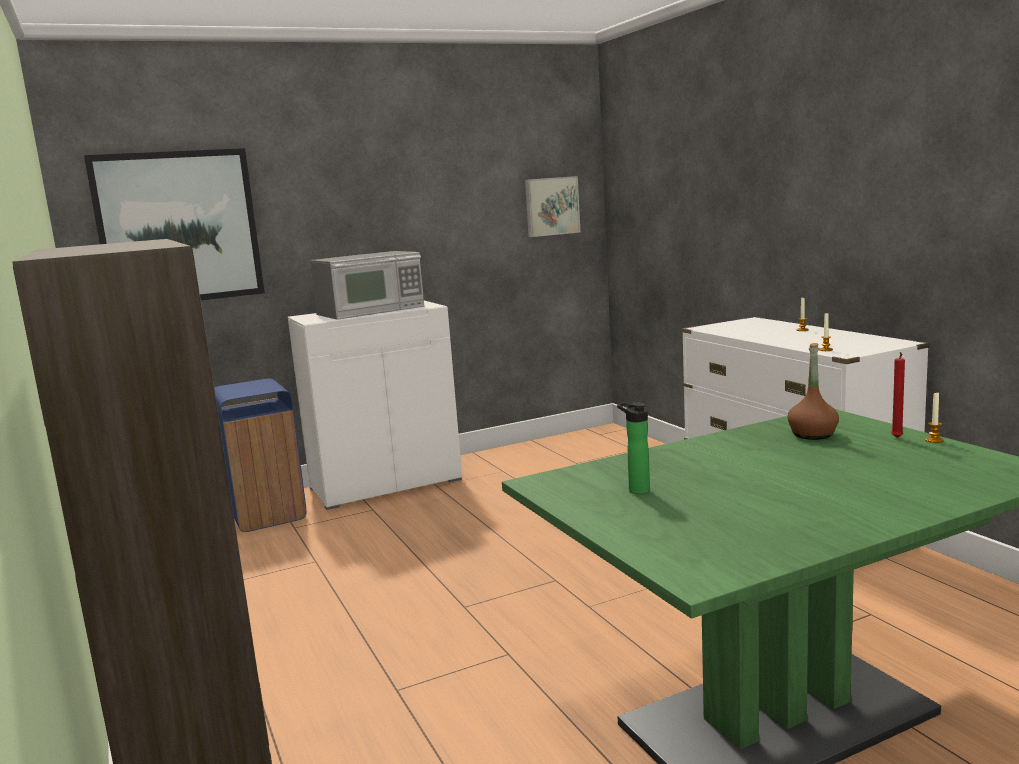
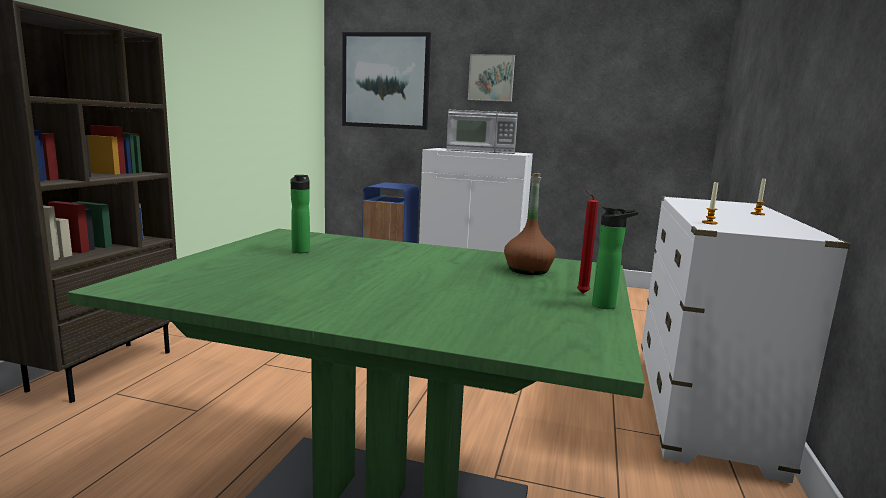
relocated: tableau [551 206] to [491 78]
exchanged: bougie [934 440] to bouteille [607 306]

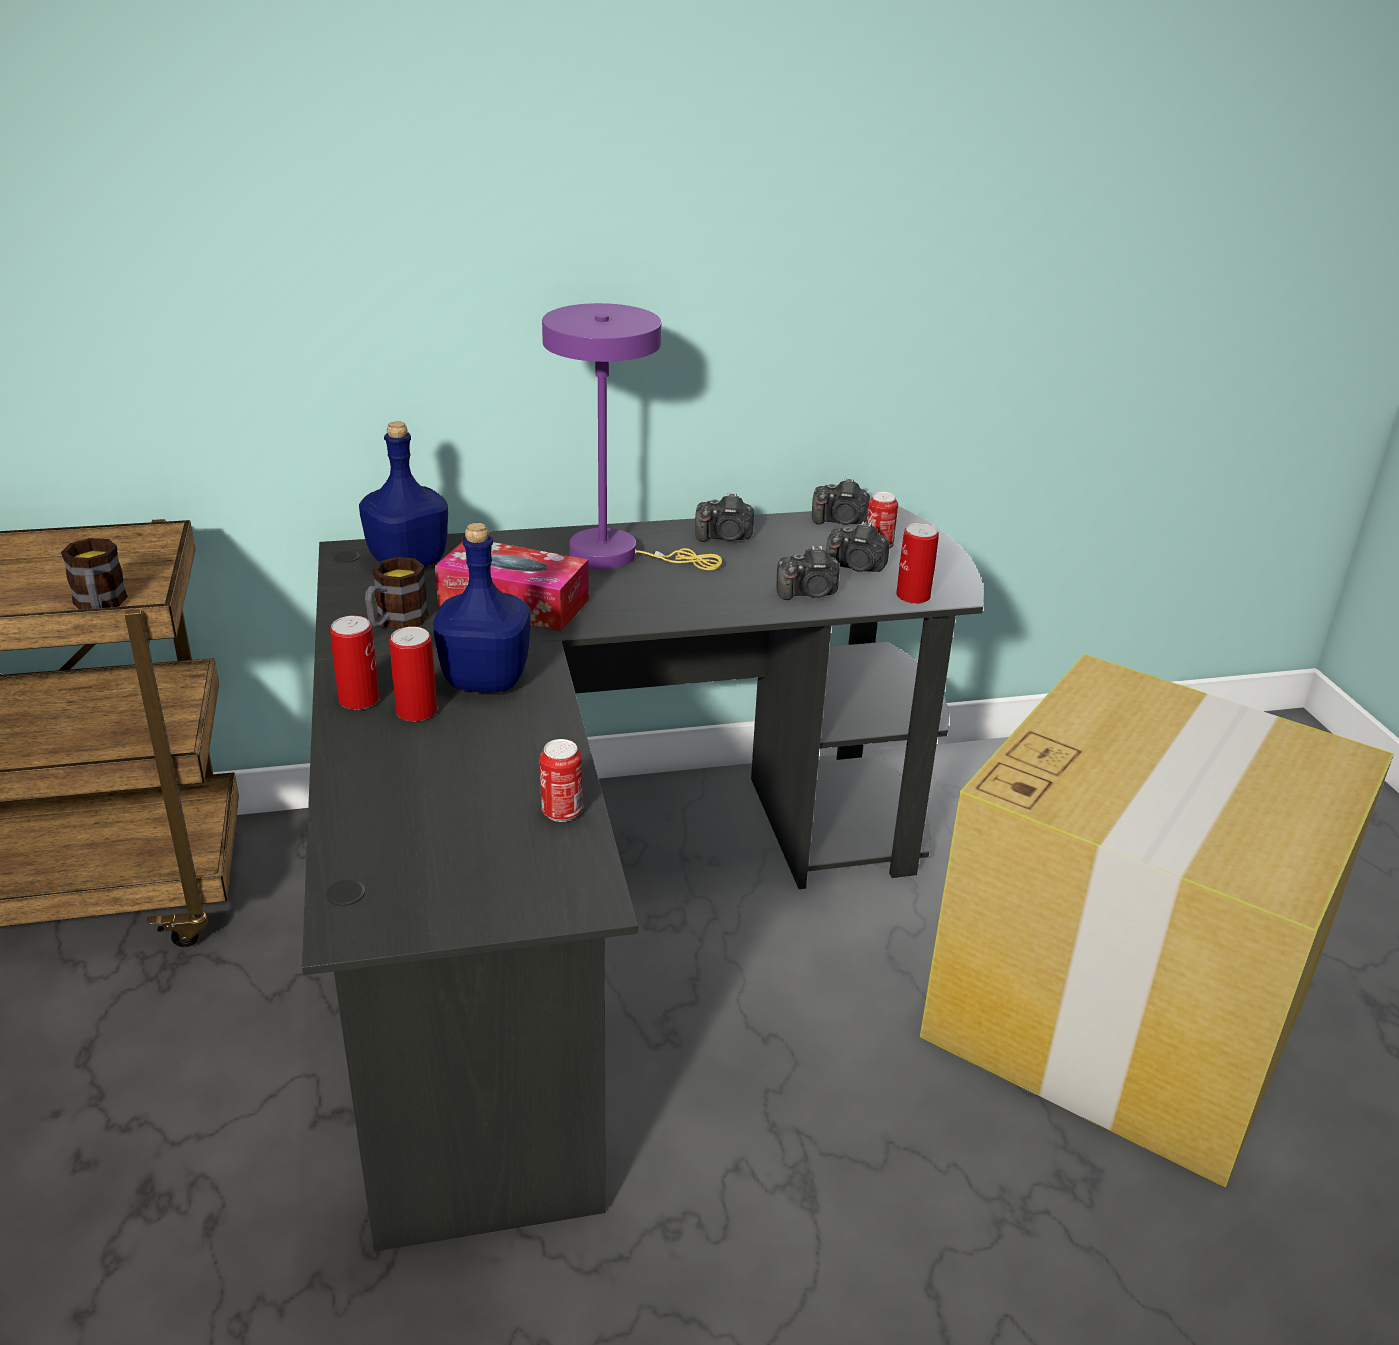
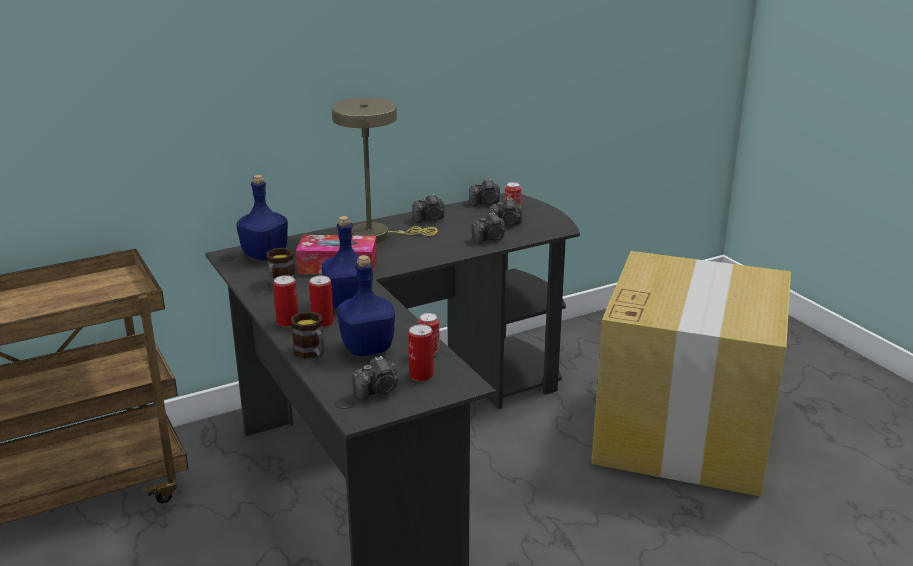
appeared: bouteille/bleu [366 348]; appareil photo [378 391]
relocated: boîte métallique [913 596] to [421 375]; mug [100 605] to [312 353]
colour: lampe de table/violet [616 555] to lampe de table/beige [377 235]

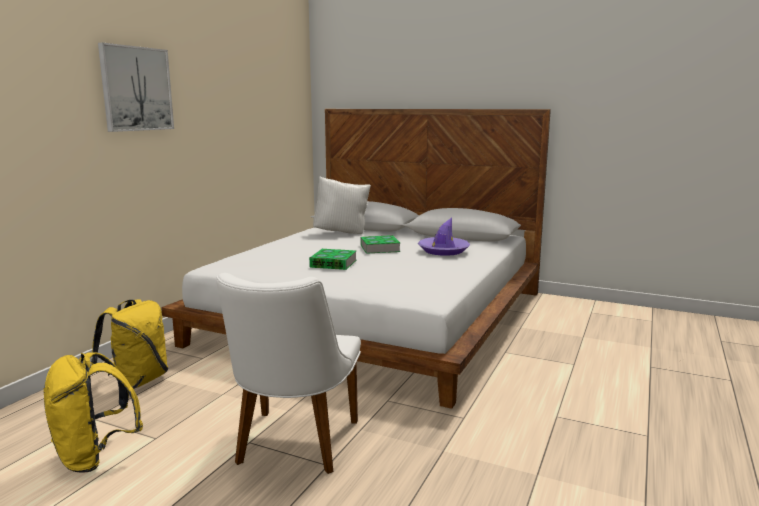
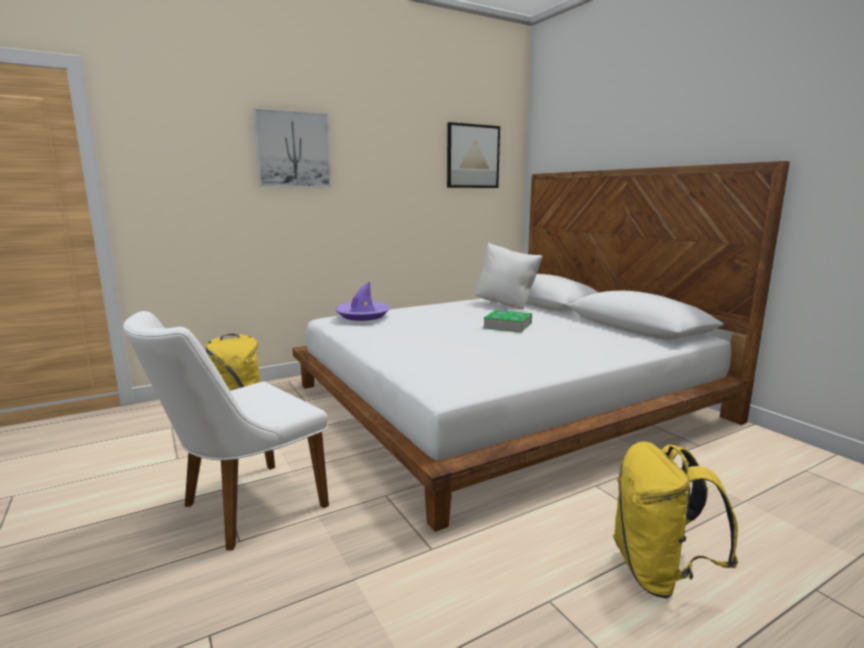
missing: livre [333 263]
appeared: tableau [473 156]
relocated: chapeau/violet [443 251] to [363 316]; sac à dos/jaune [95 456] to [659 573]

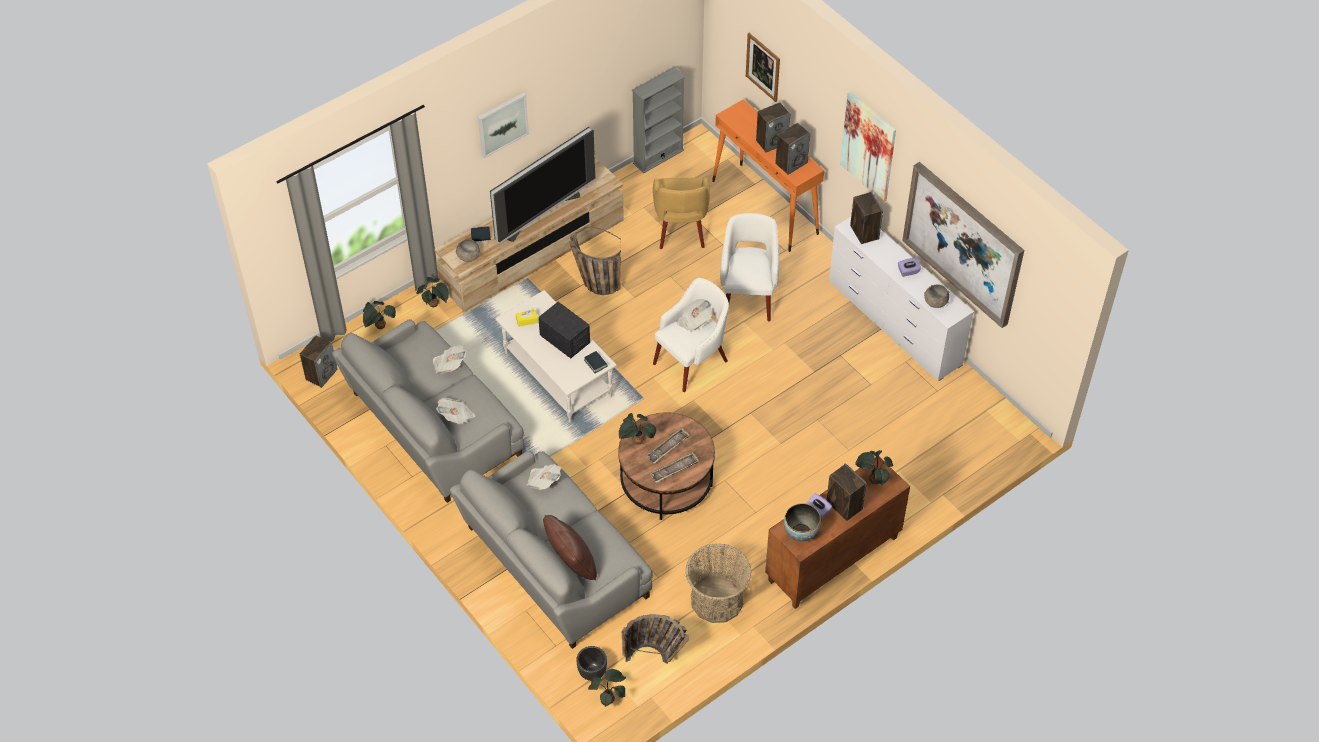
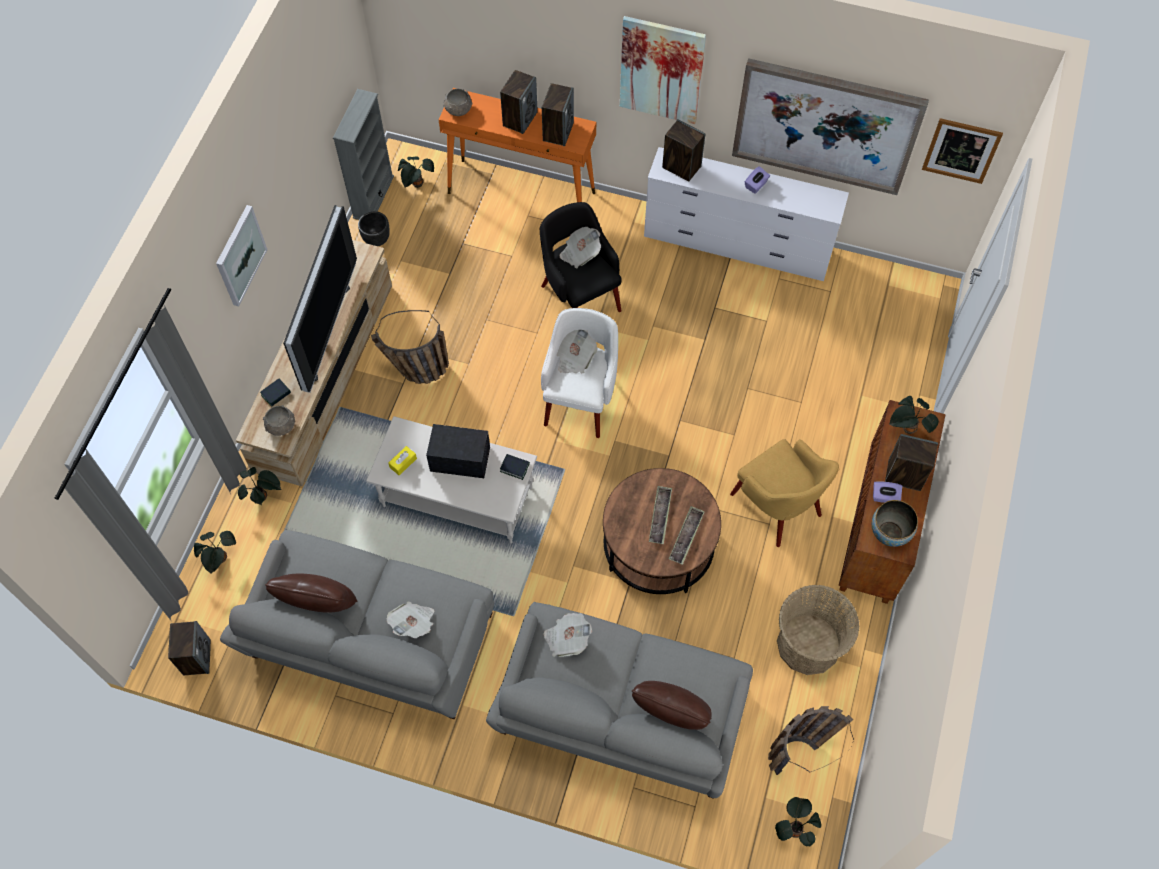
appeared: coussin/marron [318 606]
relocated: tableau [763 67] to [961 150]; fauteuil/jaune [680 229] to [777 507]; bol/gris [935 302] to [458 110]; journal [449 365] to [580 253]; plante en pot [637 441] to [417 185]; cache-pot/noir [592 672] to [376 240]
colour: fauteuil/blanc [748 295] to fauteuil/noir [579 296]

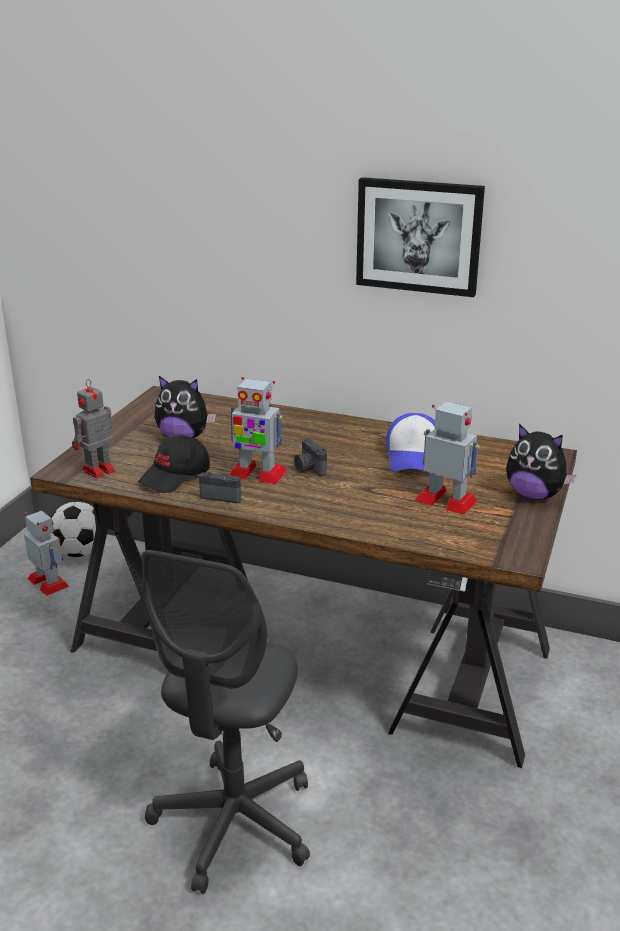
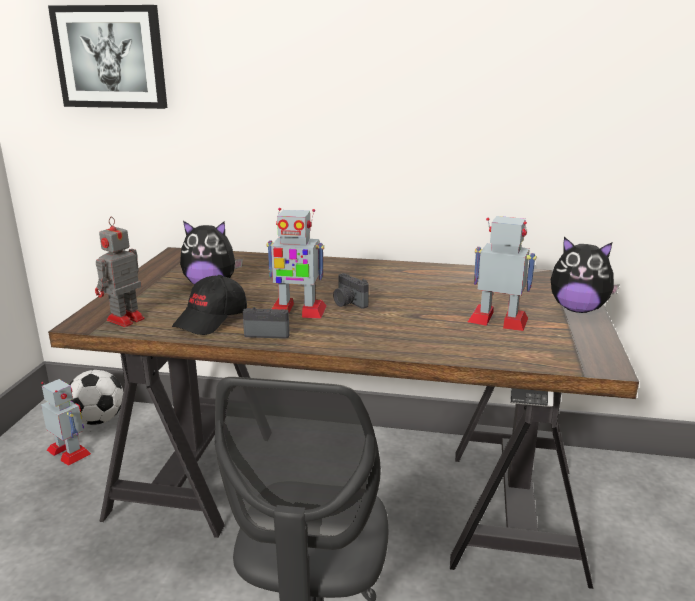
missing: casquette [414 456]
relocated: tableau [419 236] to [111 57]

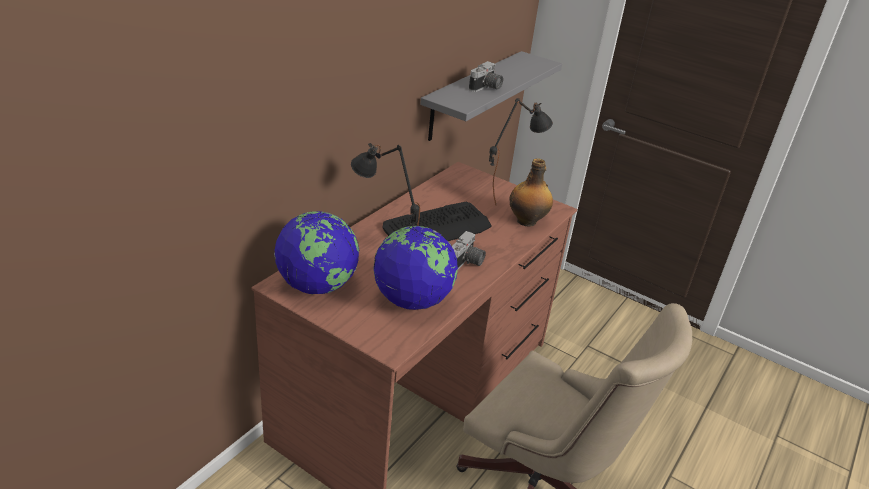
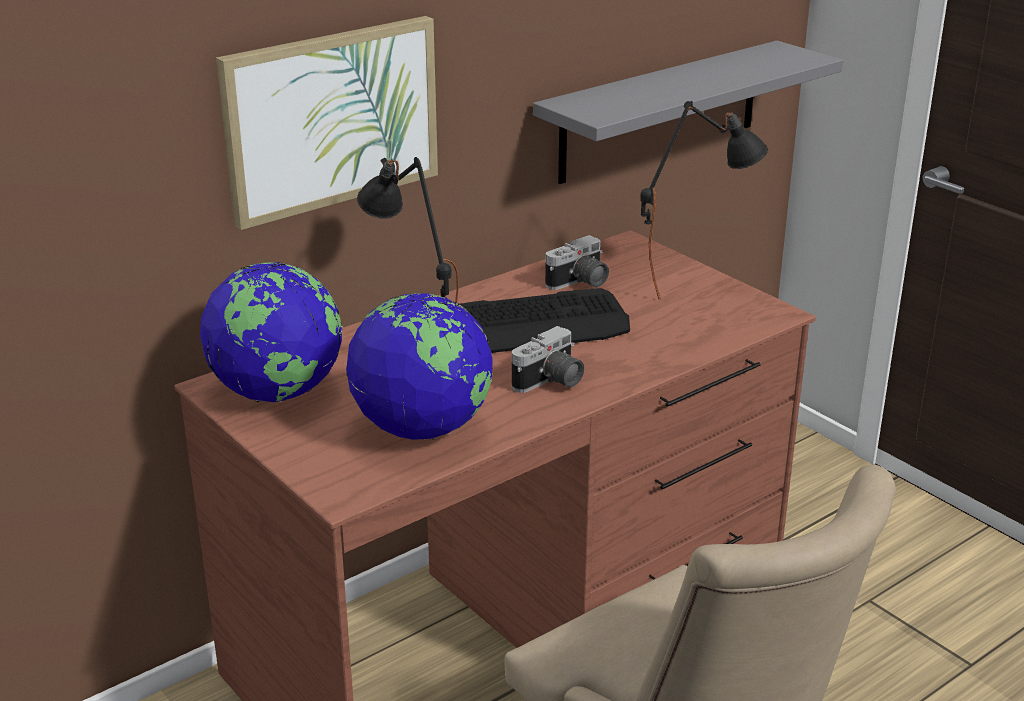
missing: bouteille [527 221]
appeared: tableau [331 118]
relocated: appareil photo [486 88] to [580 283]

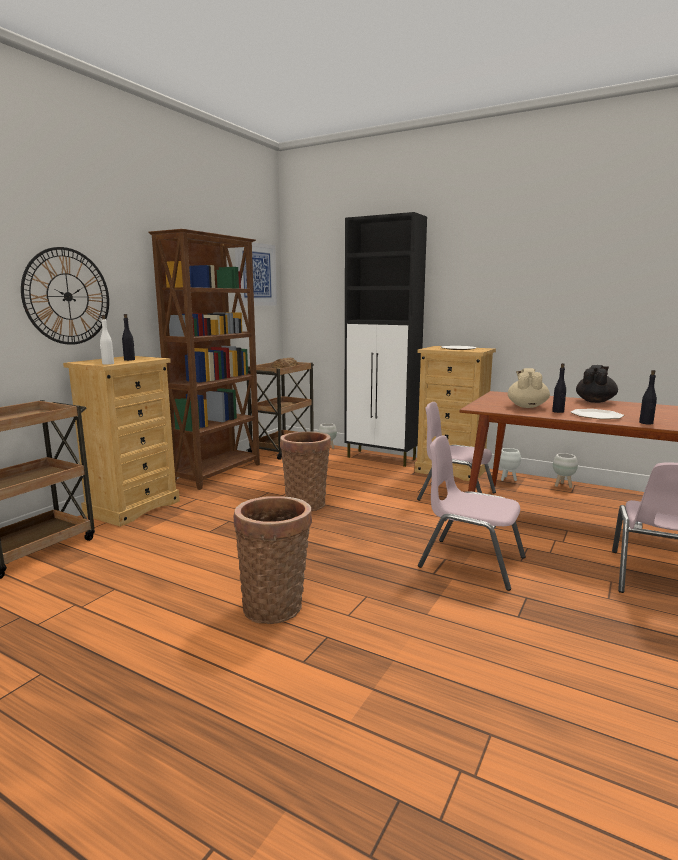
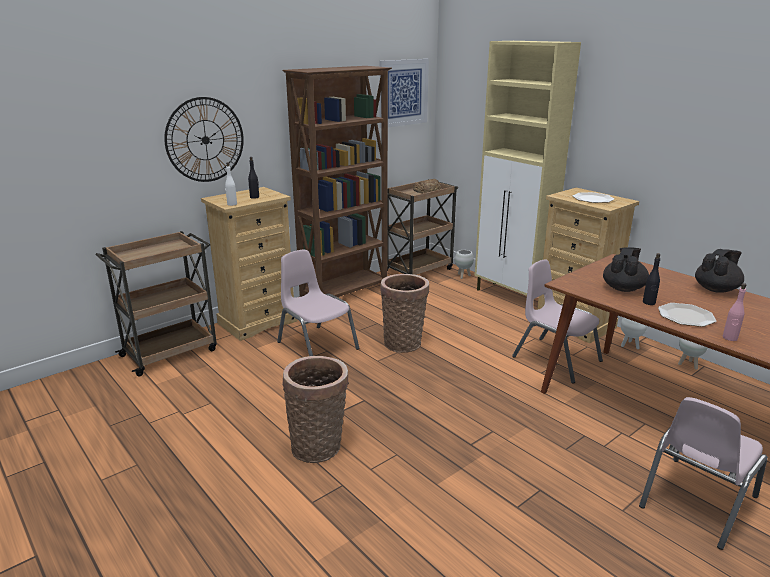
relocated: chaise/rose [471 562] to [317 345]
colour: meuble de rangement/noir [382 458] to meuble de rangement/beige [511 296]; théière/beige [527 406] to théière/noir [623 288]; bouteille/noir [646 423] to bouteille/rose [730 338]

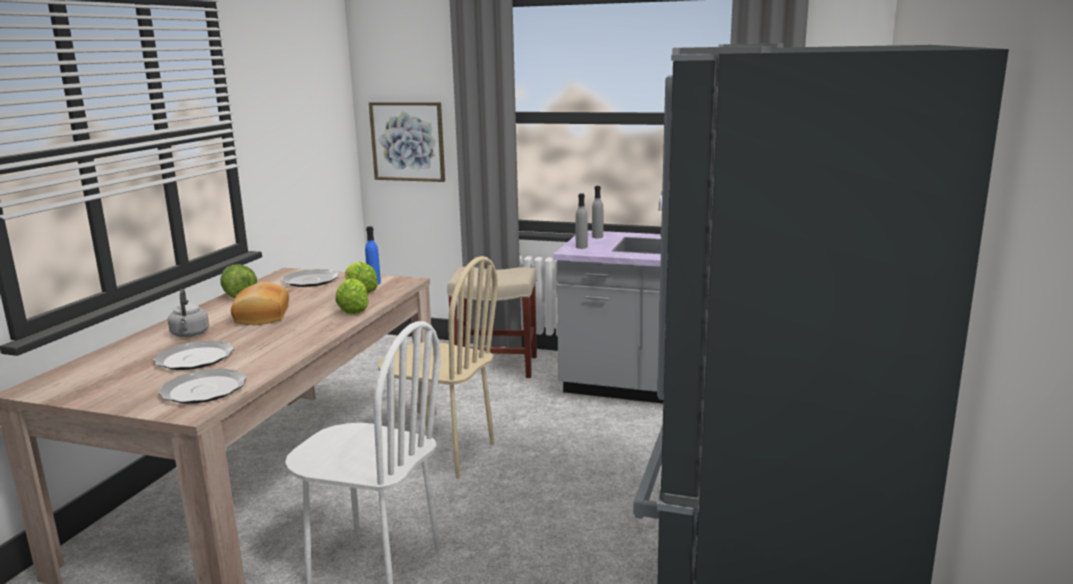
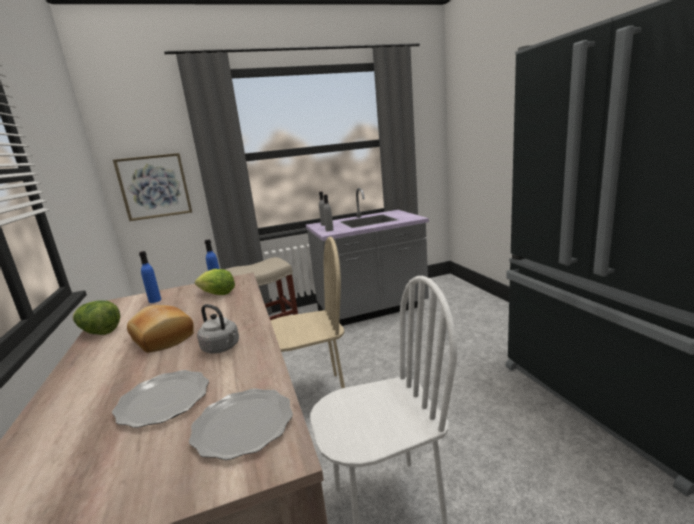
missing: laitue [354 310]
relocated: bouilloire/gris [190 334] to [222 348]
exchanged: assiette [311 280] to bouteille/bleu [155 300]

